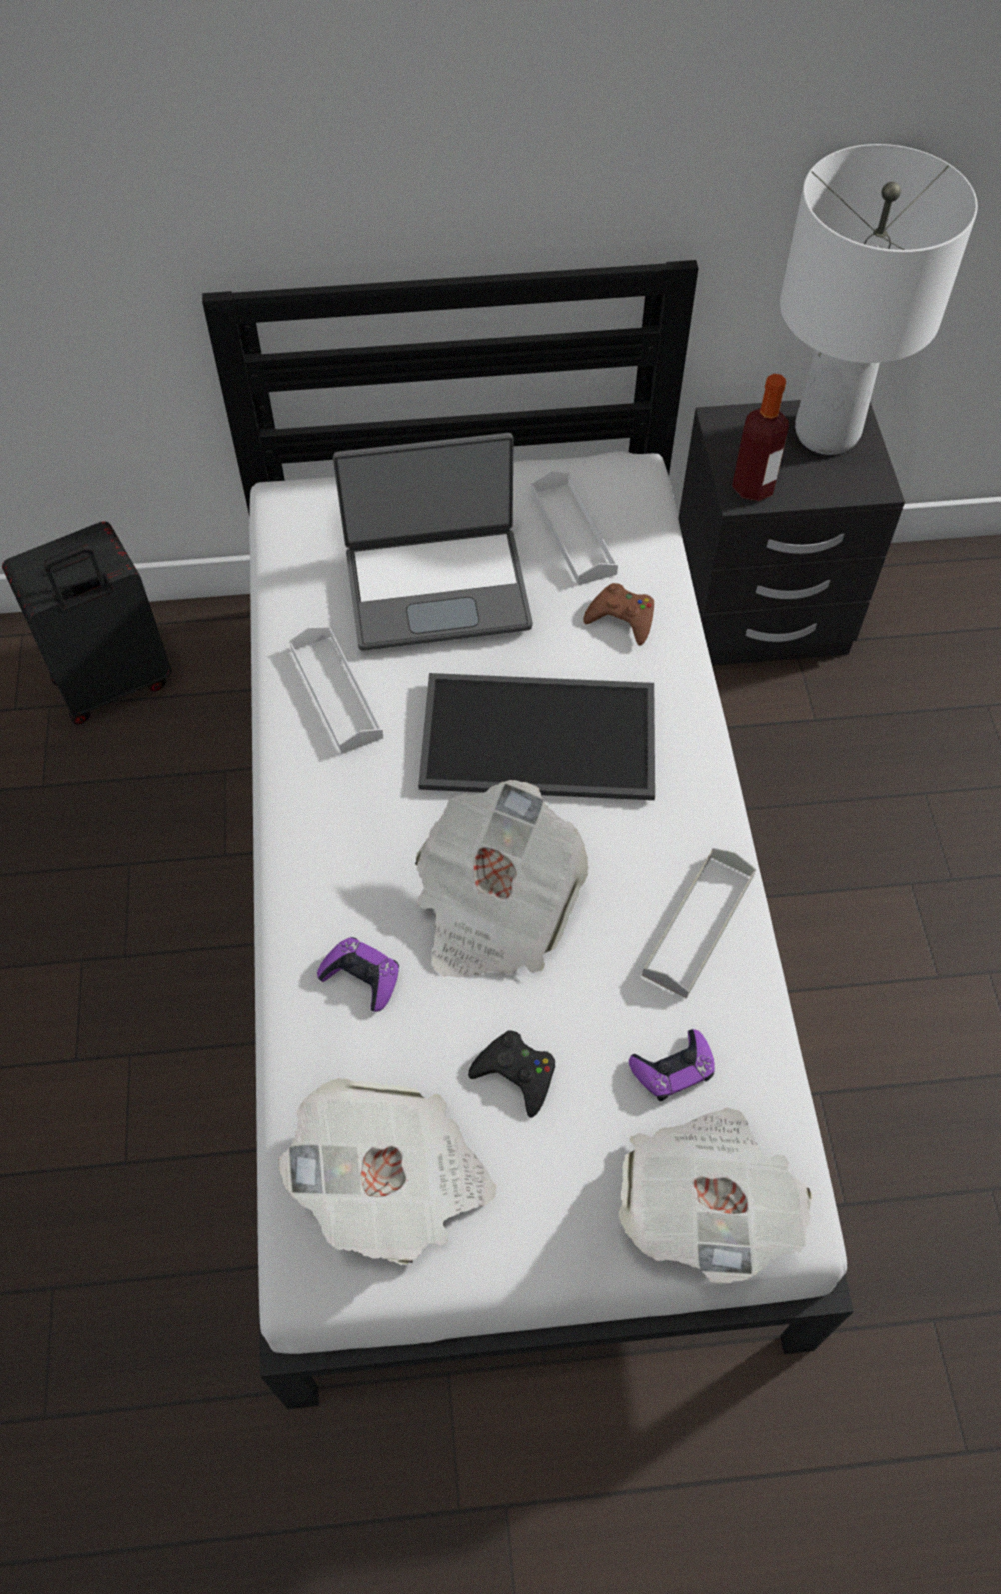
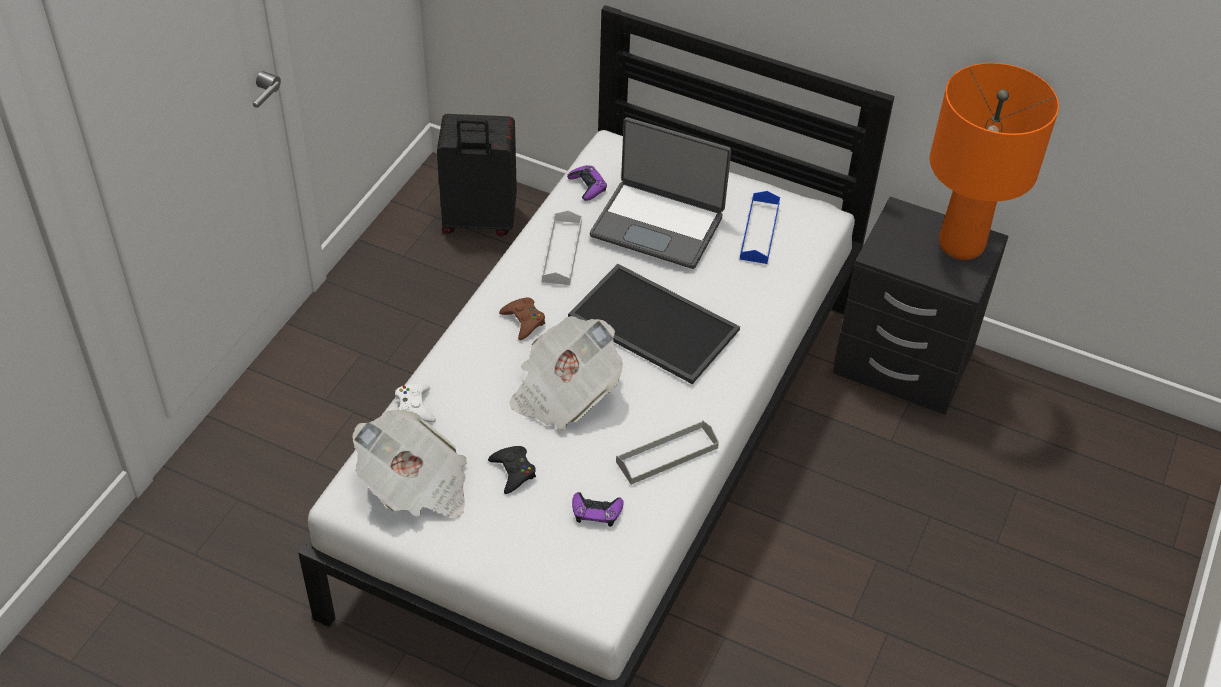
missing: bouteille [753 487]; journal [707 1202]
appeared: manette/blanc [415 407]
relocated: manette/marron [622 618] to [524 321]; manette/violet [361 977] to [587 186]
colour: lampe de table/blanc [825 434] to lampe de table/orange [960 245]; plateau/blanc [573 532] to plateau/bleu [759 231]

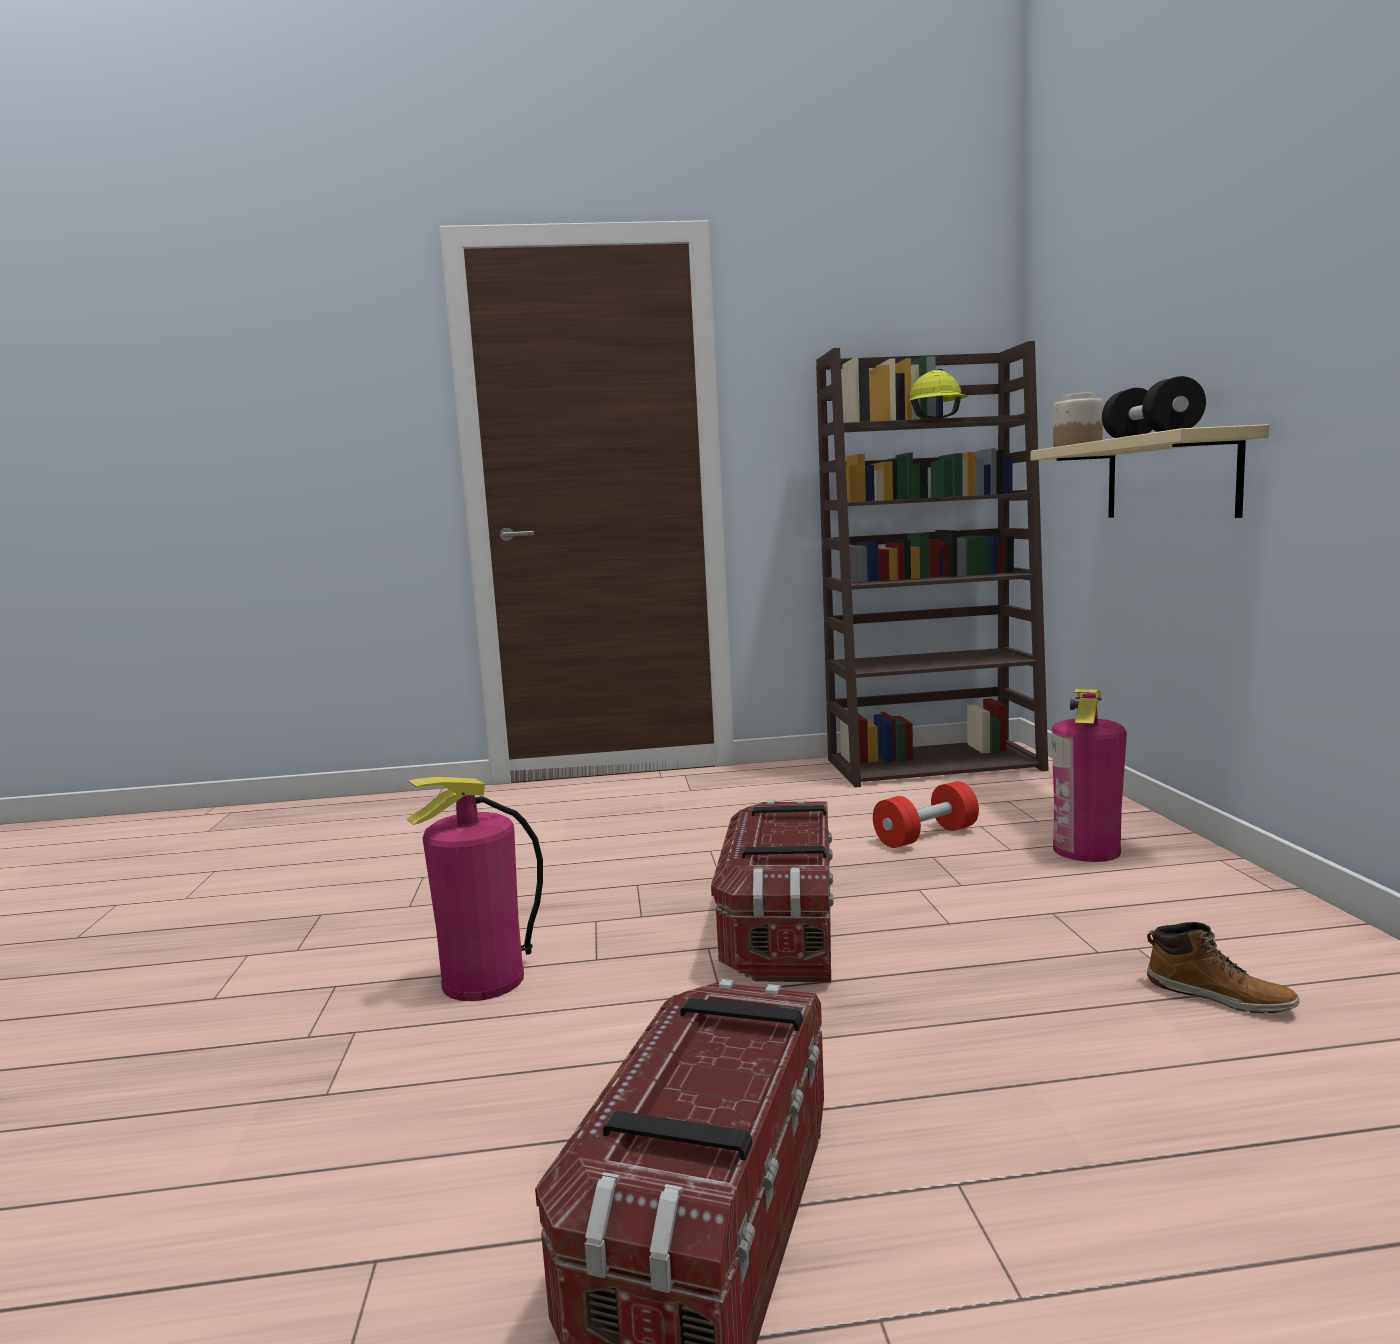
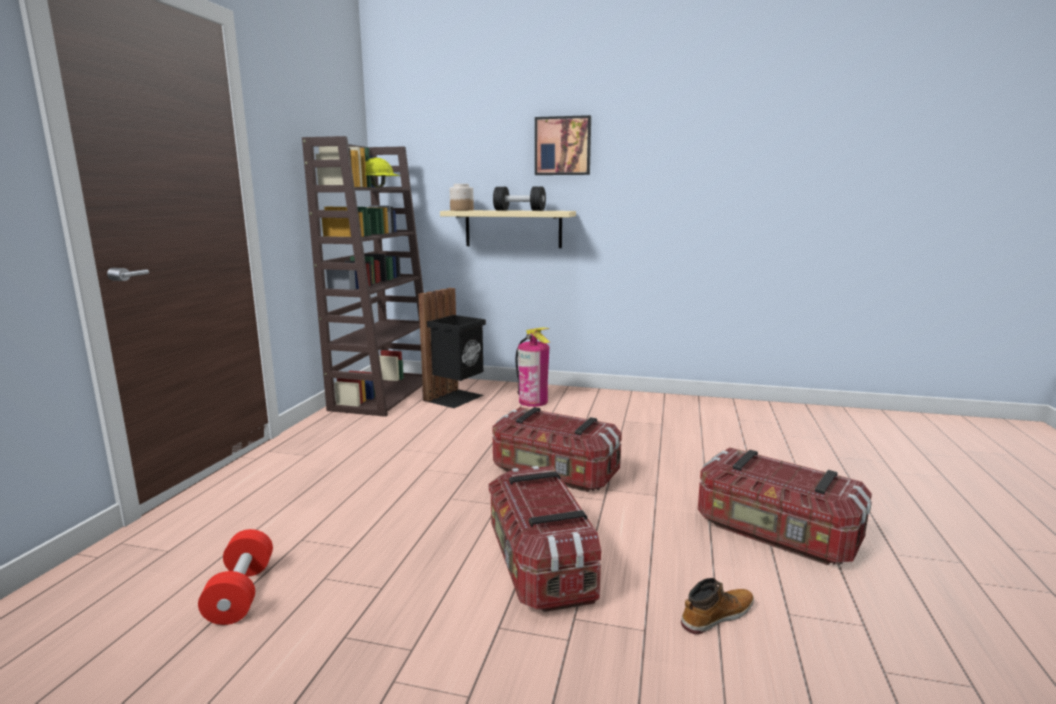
appeared: tableau [563 146]; poubelle/noir [456 398]
relocated: haltère/rouge [926 836] to [241 593]; botte [1219 995] to [716 616]
exchanged: extincteur [483 980] to boîte de rangement [539 564]

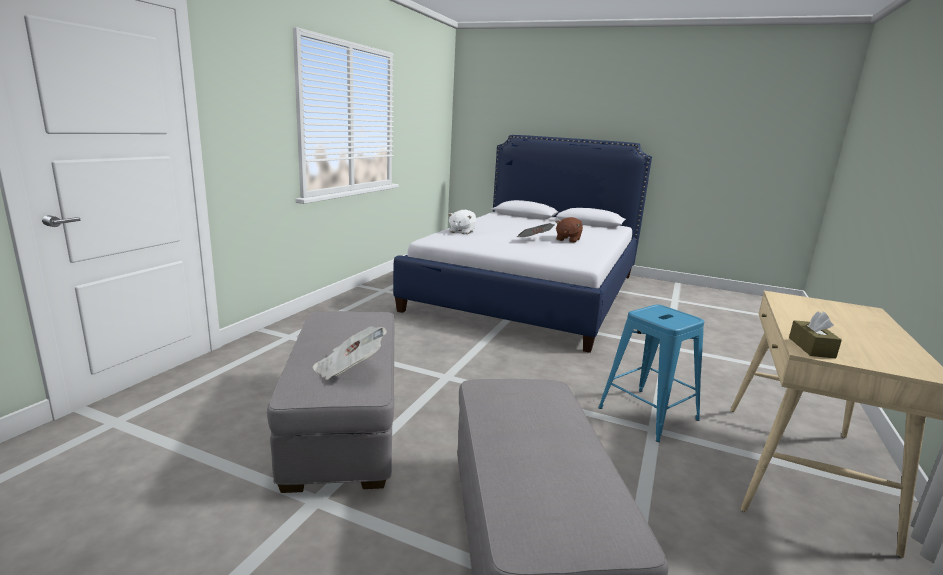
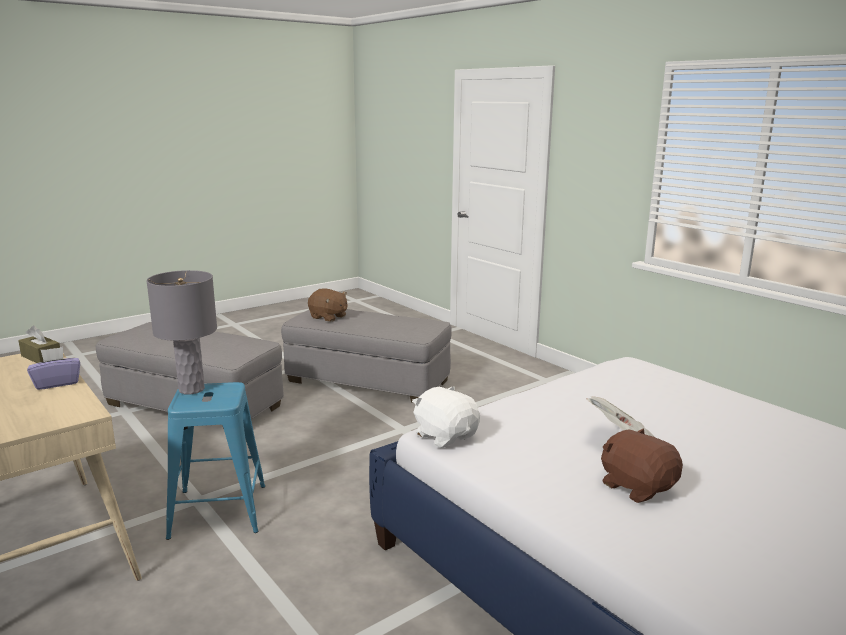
appeared: lampe de table/gris [191 389]; boîte à mouchoirs/violet [57 383]
relocated: peluche/blanc [461 232] to [445 436]
exchanged: journal [349 369] to peluche/marron [328 317]

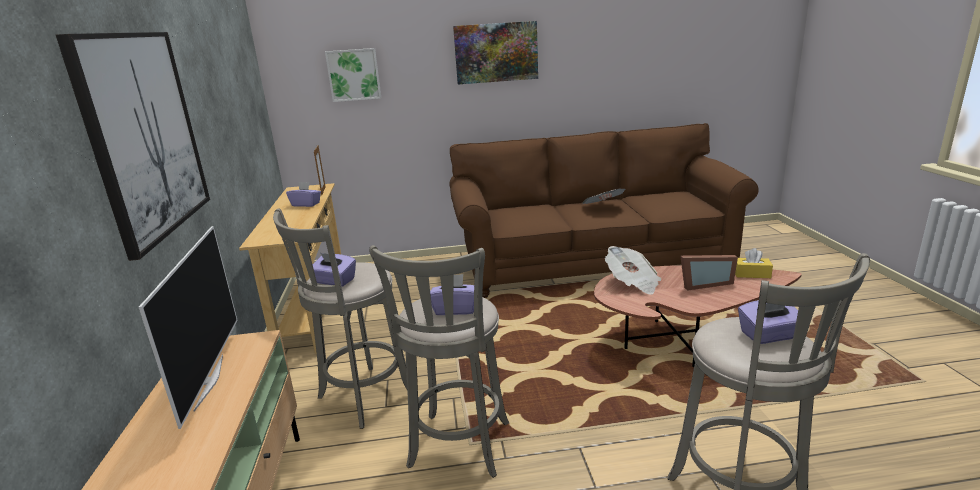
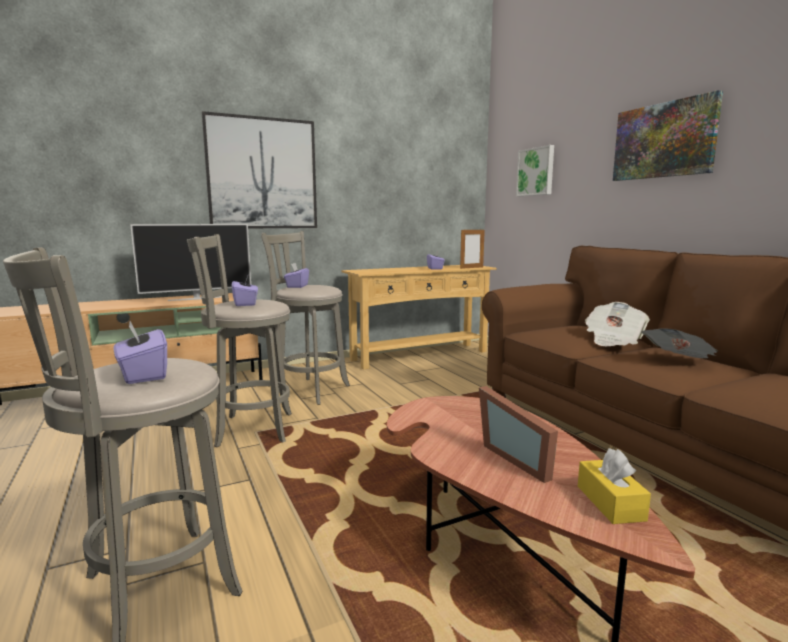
relocated: journal [632 283] to [613 340]

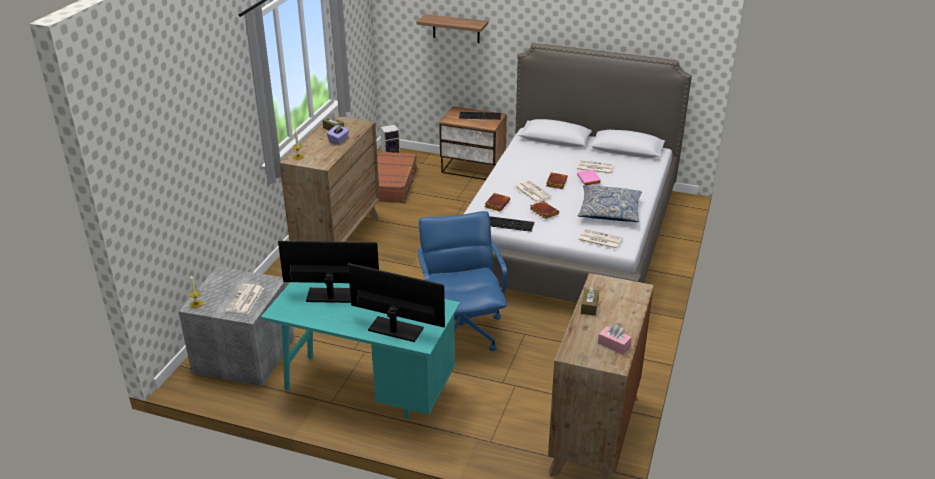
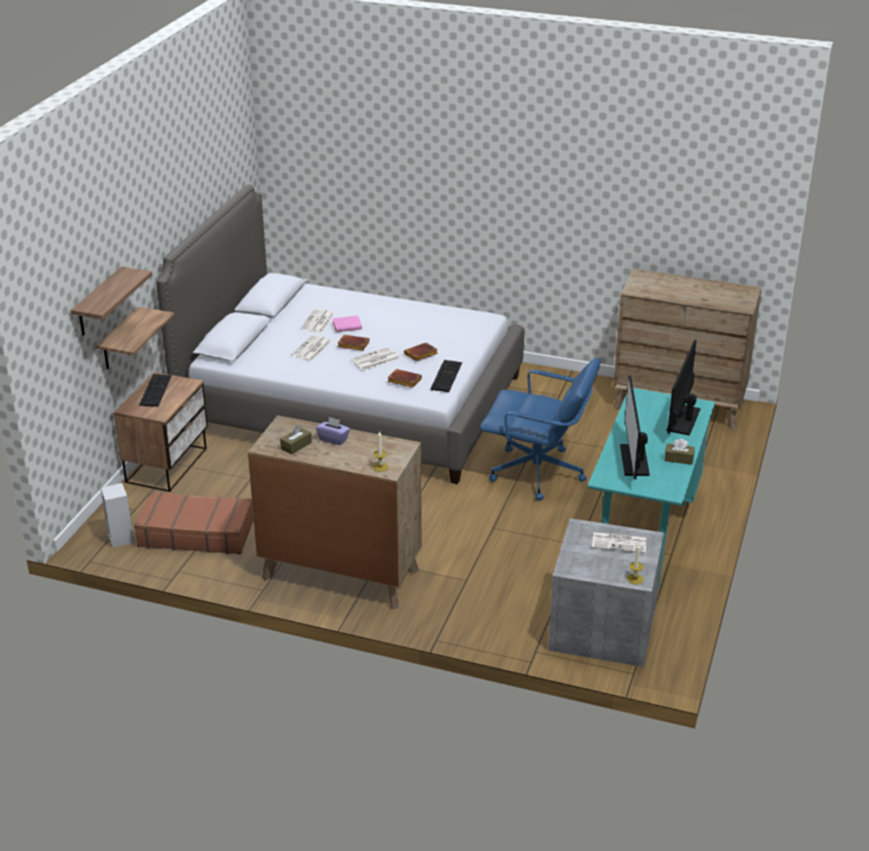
missing: coussin [609 211]; boîte à mouchoirs/rose [614 345]
appeared: étagère [119 340]
relocated: journal [599 240] to [311 349]; boîte à mouchoirs/marron [589 306] to [678 459]
spun: chaise de bureau/bleu [461 330] = [538 473] 150 degrees counterclockwise

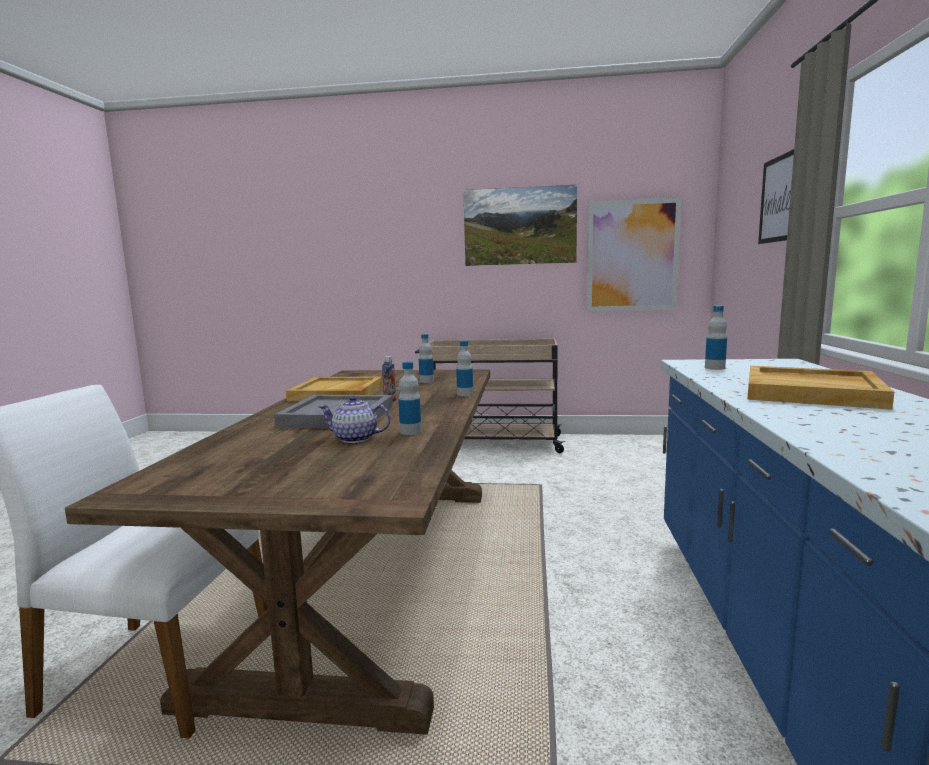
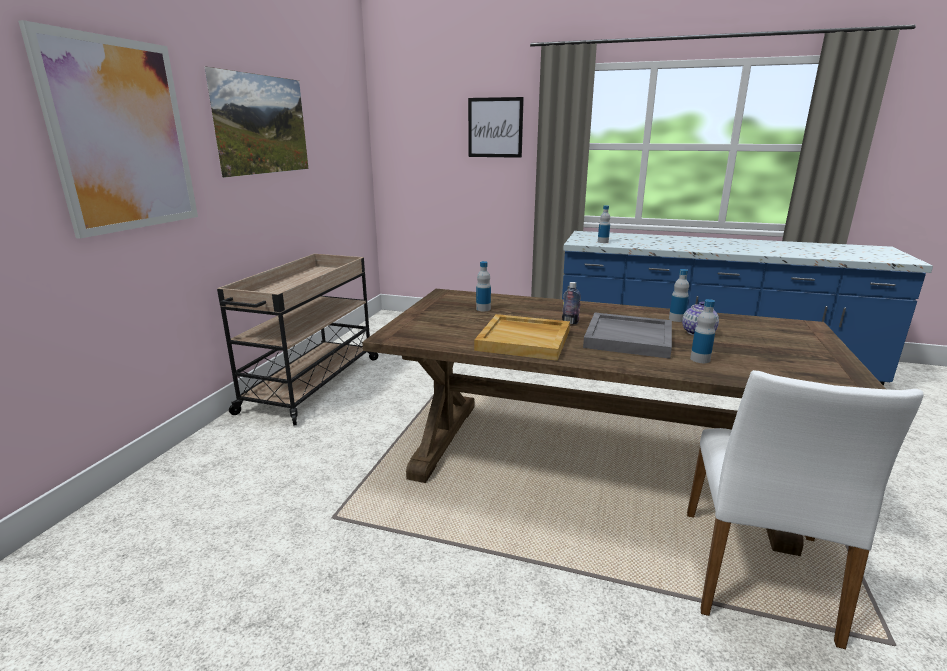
missing: plateau/beige [812 392]
relocated: tableau [632 256] to [122 136]; bouteille [465 394] to [700 359]

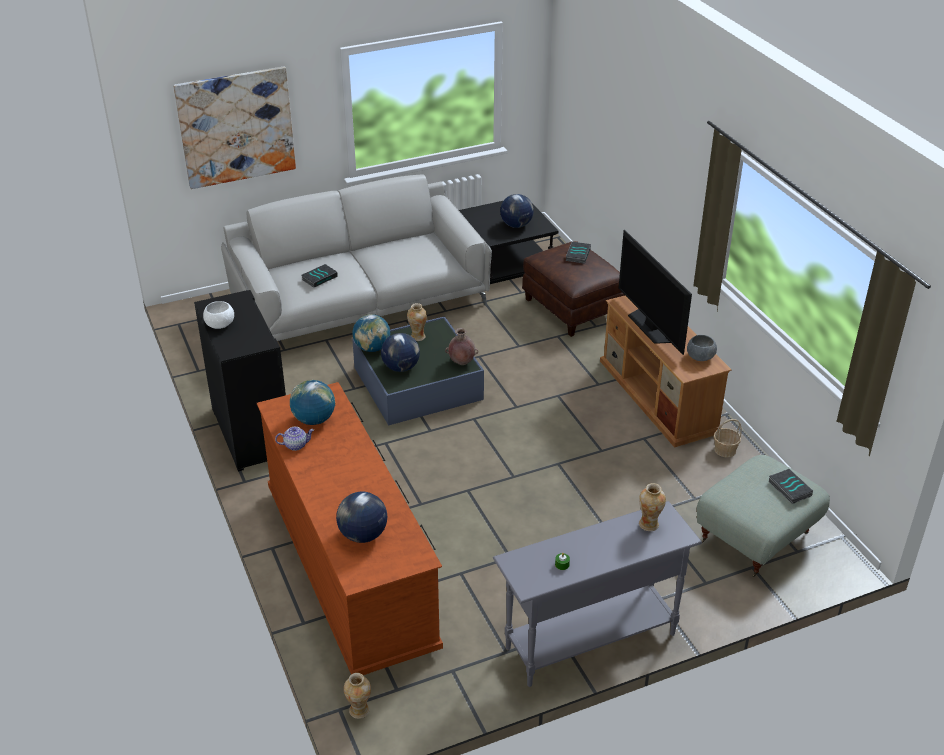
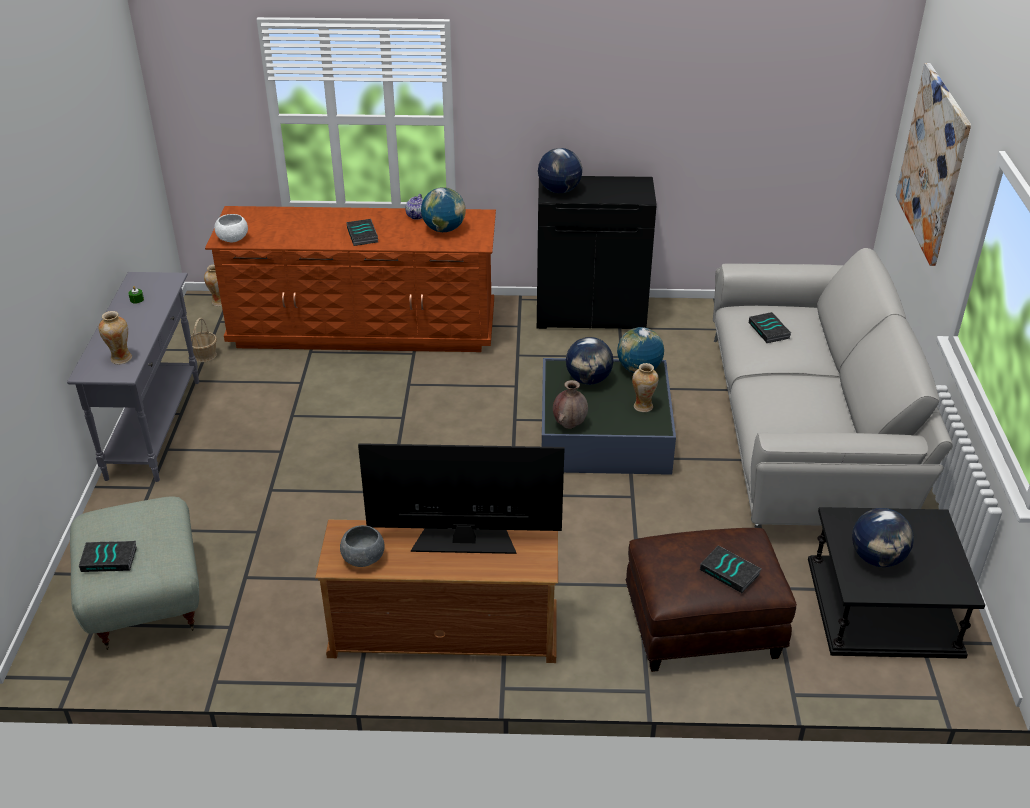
appeared: livre [363 235]
relocated: bol/blanc [220 324] to [233 239]; panier [725 450] to [205 355]; globe [362 535] to [559 190]

